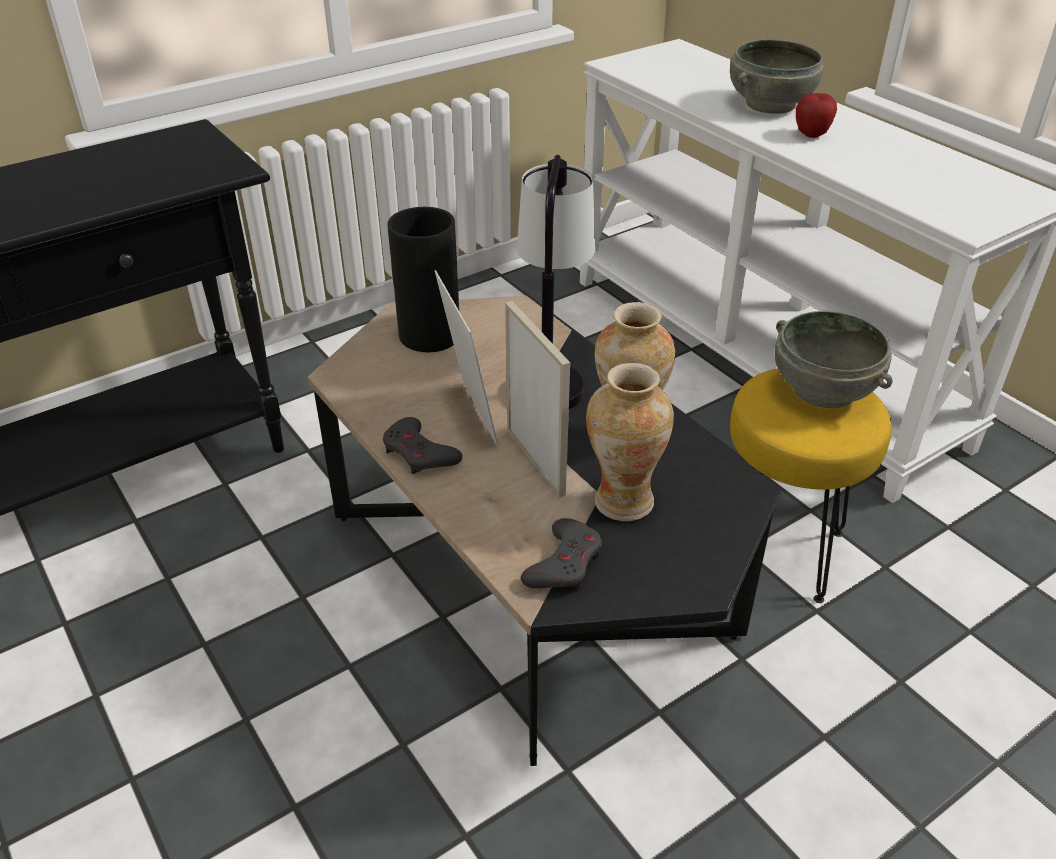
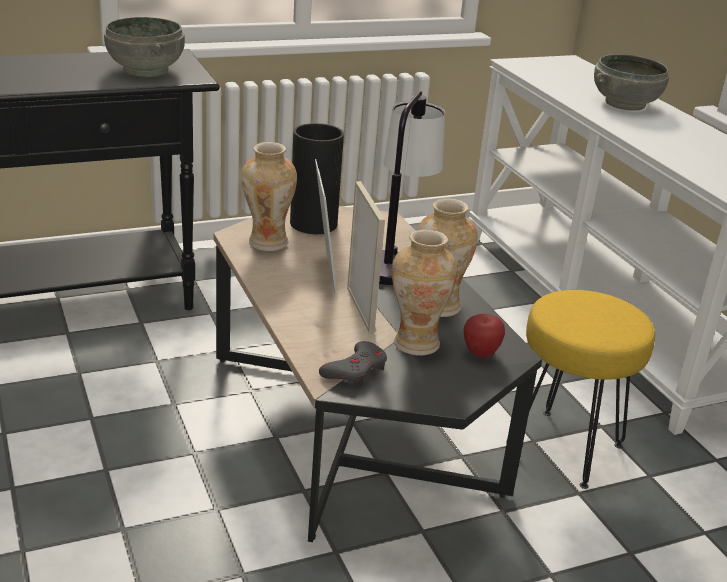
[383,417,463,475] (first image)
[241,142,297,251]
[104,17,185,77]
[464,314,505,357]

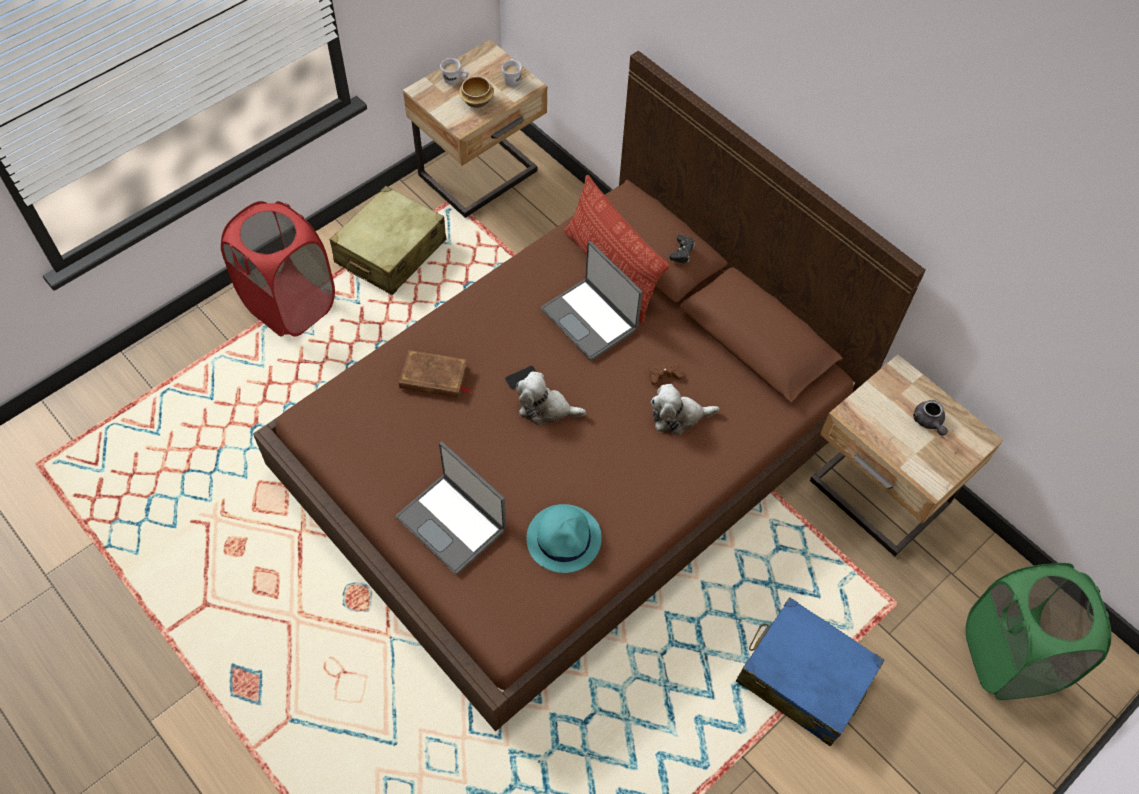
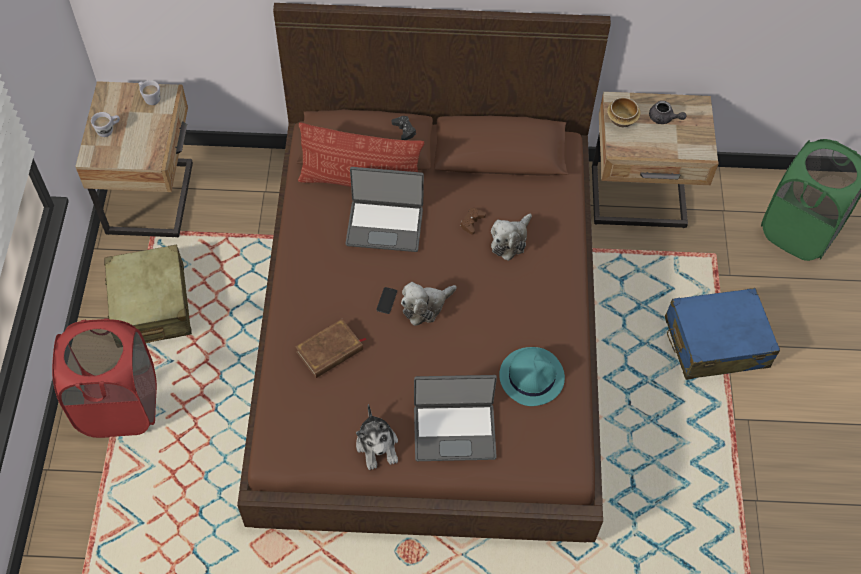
[356,404,398,470]
[607,97,641,127]

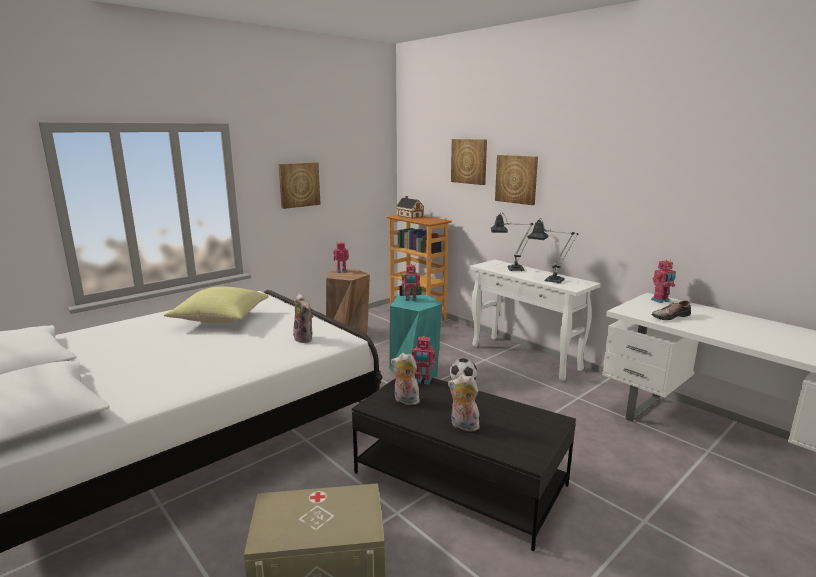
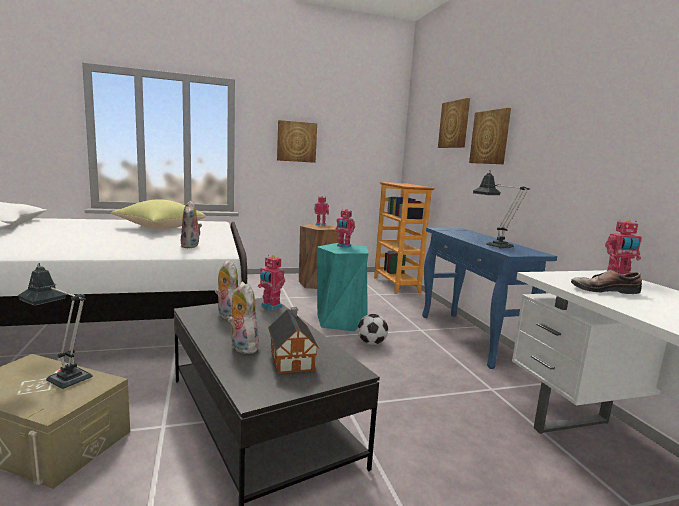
[268,307,319,374]
[18,263,93,389]
[422,228,557,369]

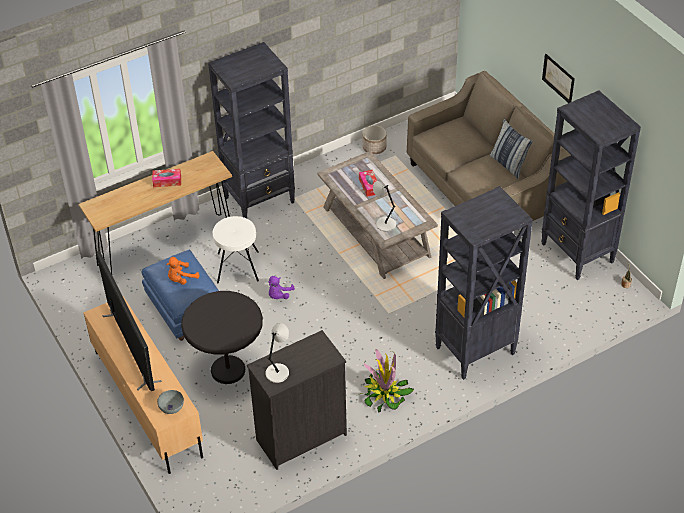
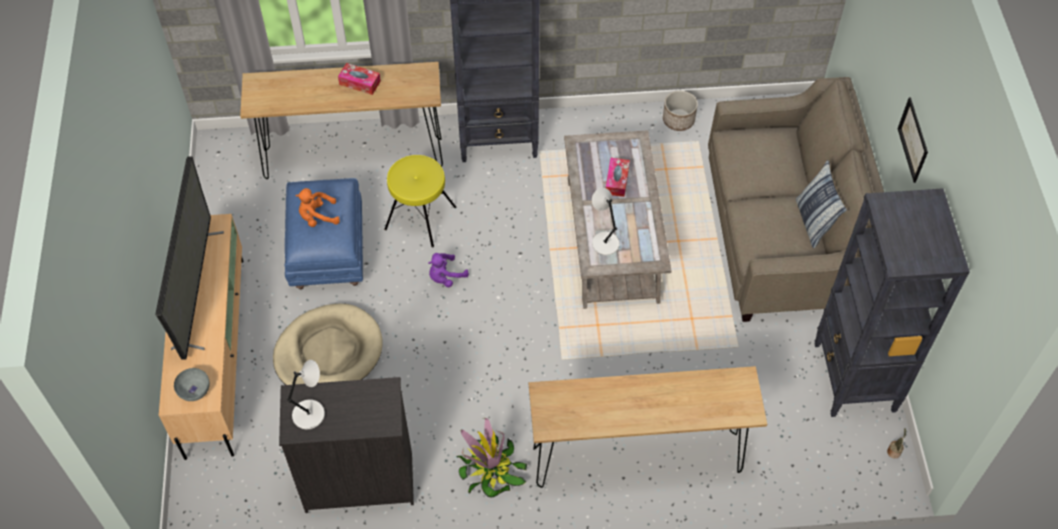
[273,303,383,385]
[529,366,767,488]
[384,155,456,248]

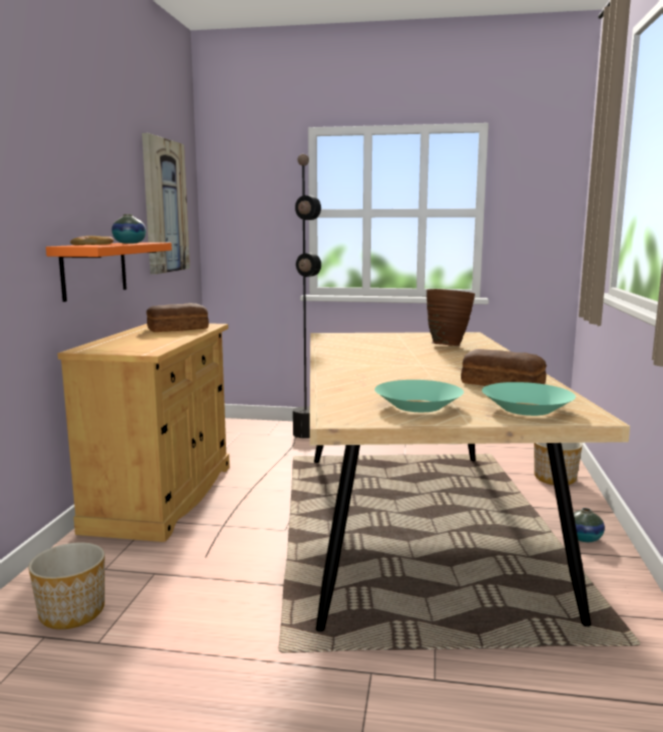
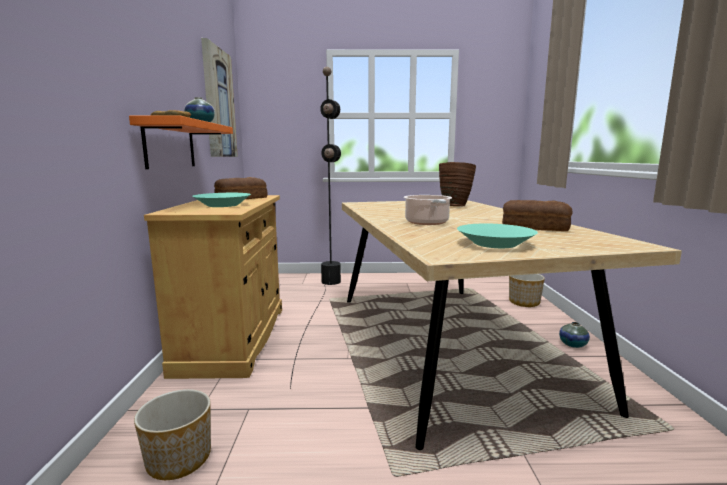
[404,195,452,225]
[192,193,251,207]

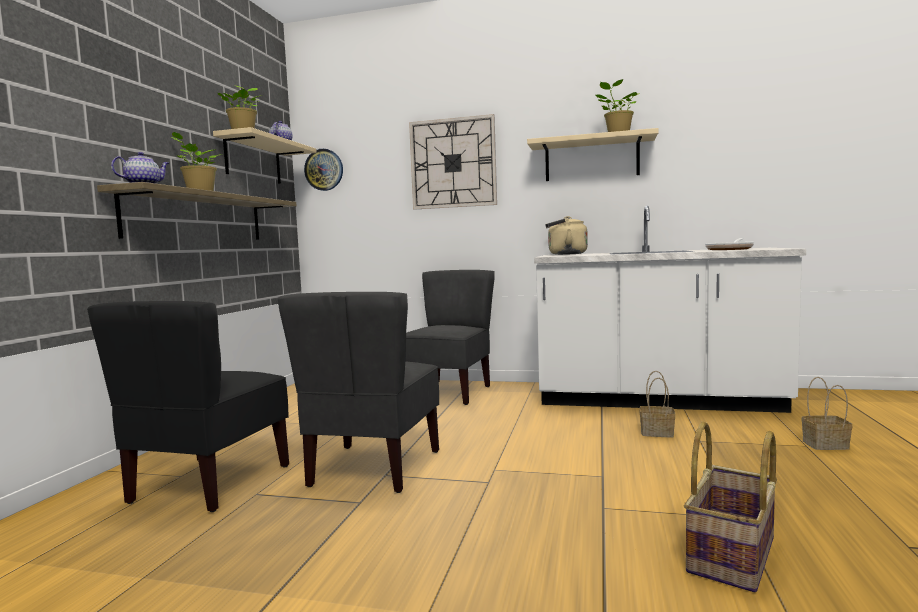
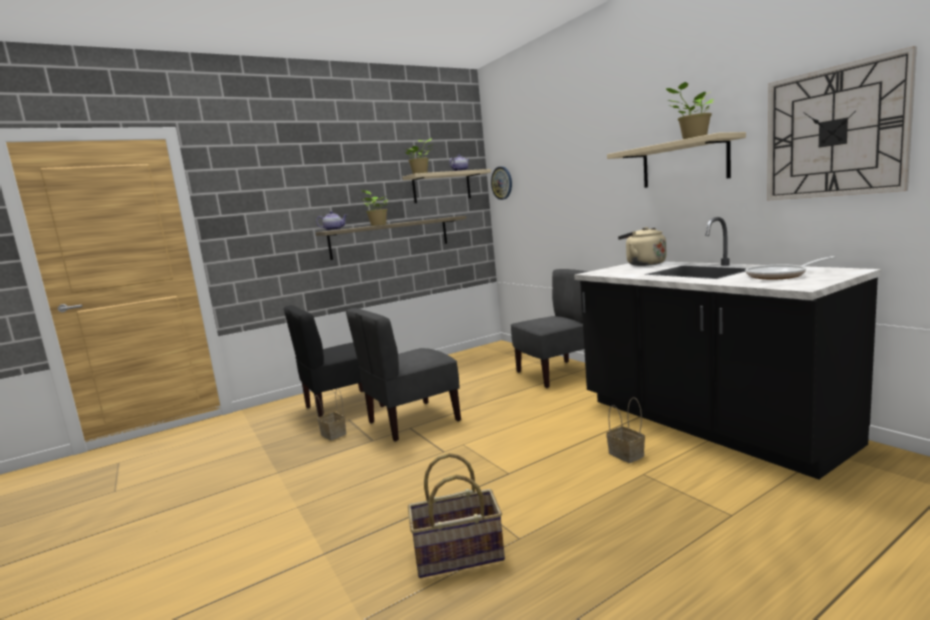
[767,46,917,201]
[315,388,346,440]
[574,217,881,479]

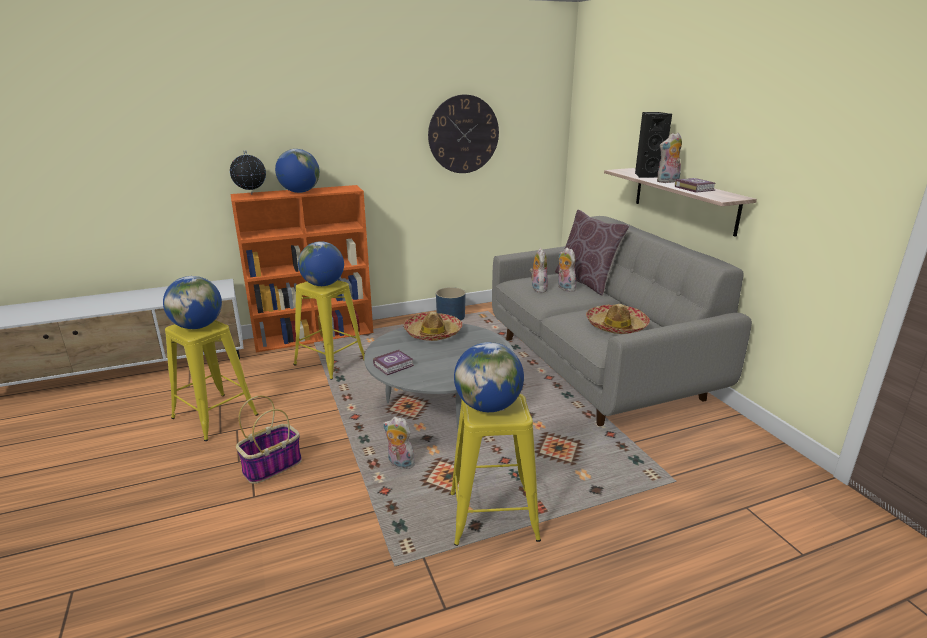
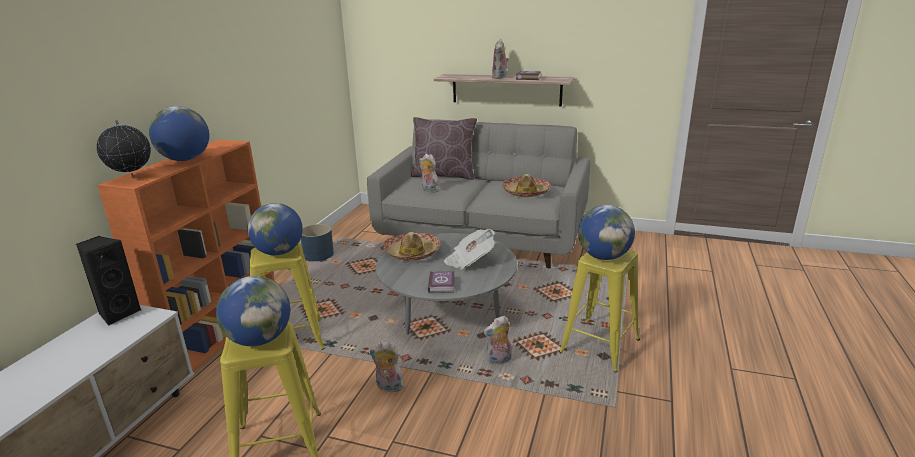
[236,396,302,484] (first image)
[428,95,499,173] (first image)
[444,229,495,270]
[369,341,404,392]
[76,236,142,326]

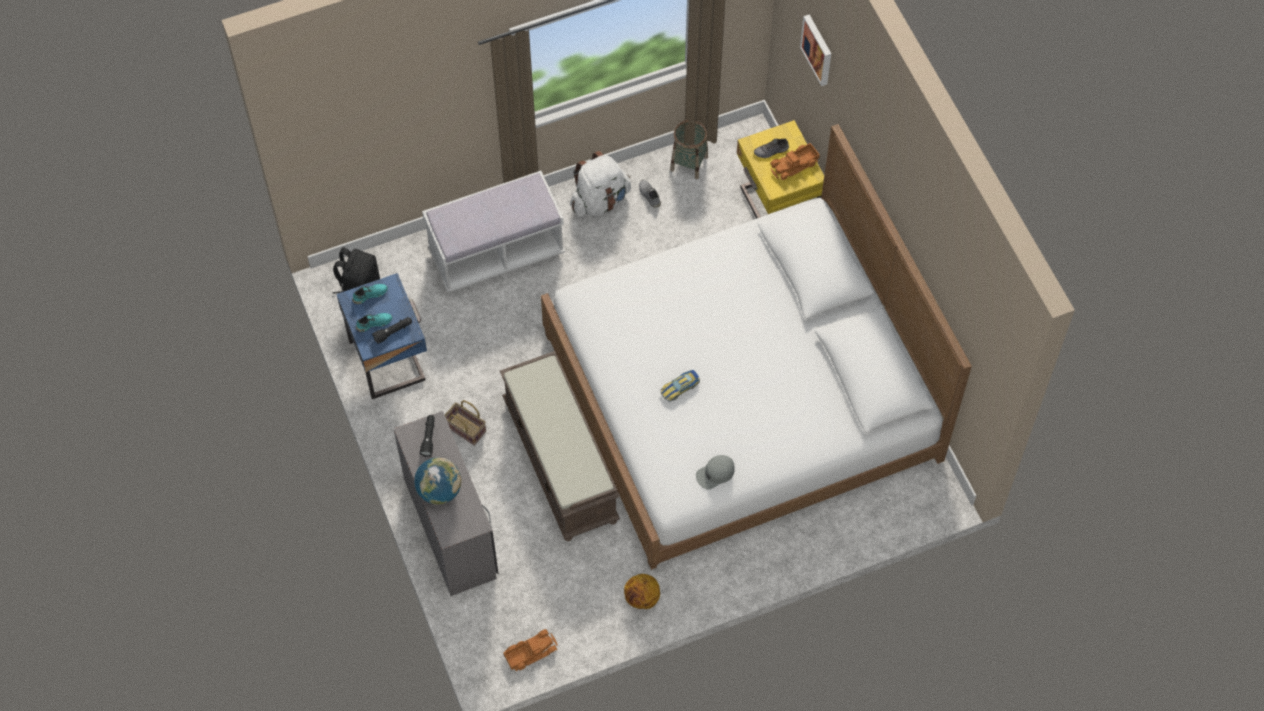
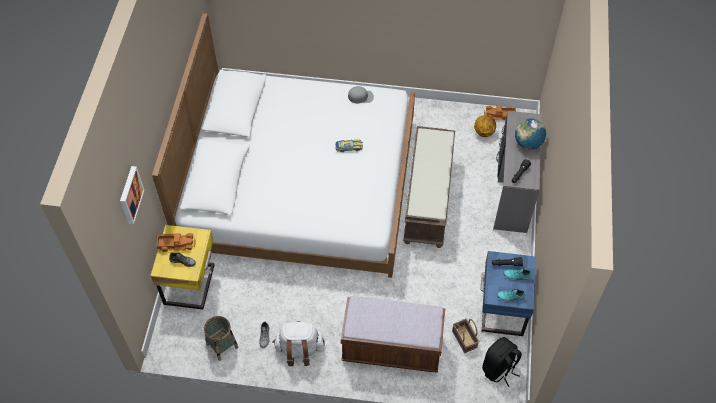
[452,319,479,353]
[474,115,496,137]
[341,296,445,373]

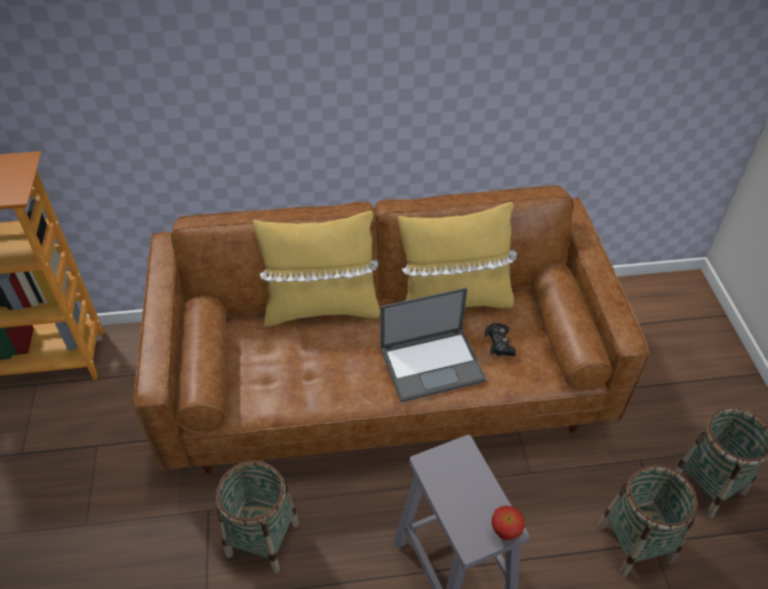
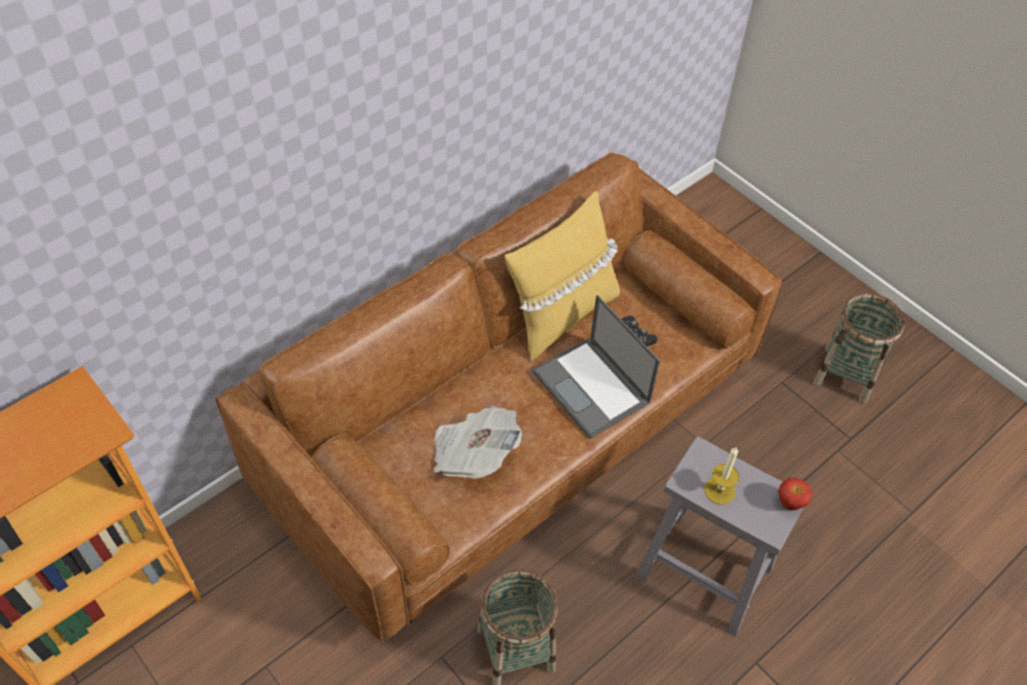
[253,211,380,327] (first image)
[598,465,698,577] (first image)
[434,406,522,479]
[704,447,739,505]
[532,295,660,439]

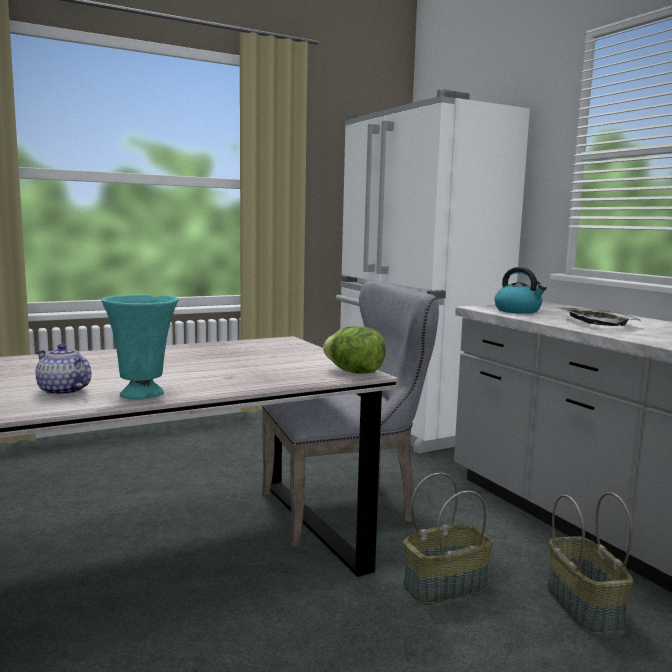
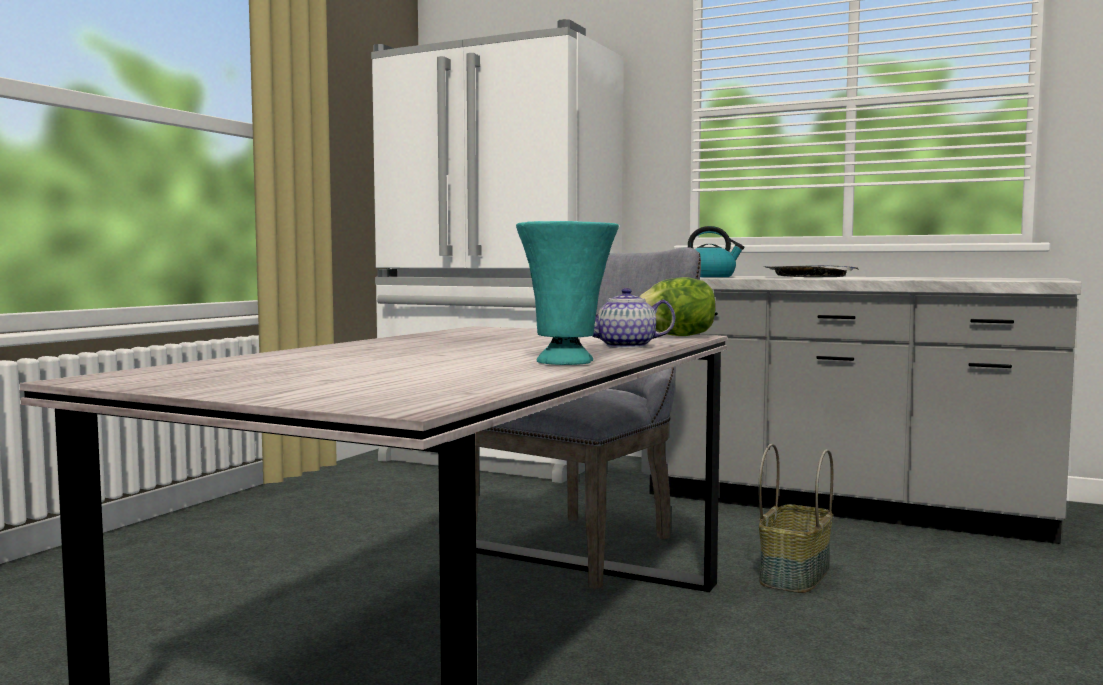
[547,492,633,634] (first image)
[592,288,675,348]

